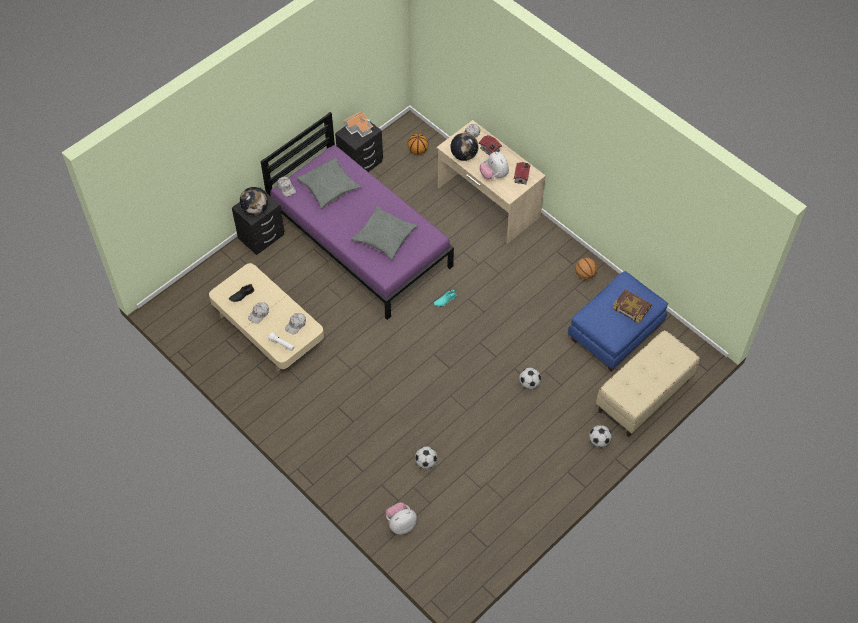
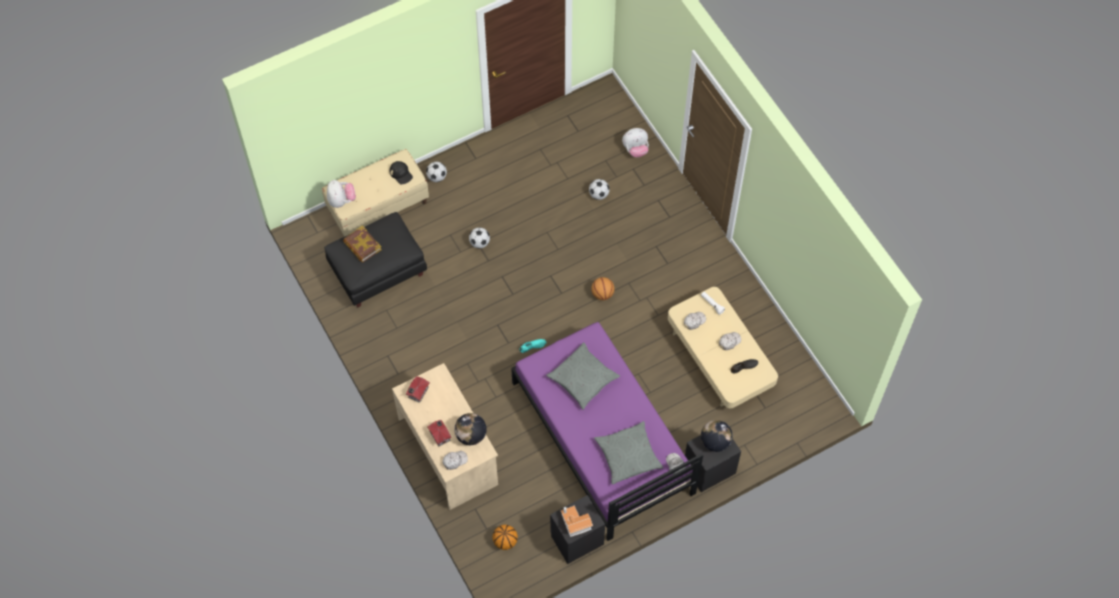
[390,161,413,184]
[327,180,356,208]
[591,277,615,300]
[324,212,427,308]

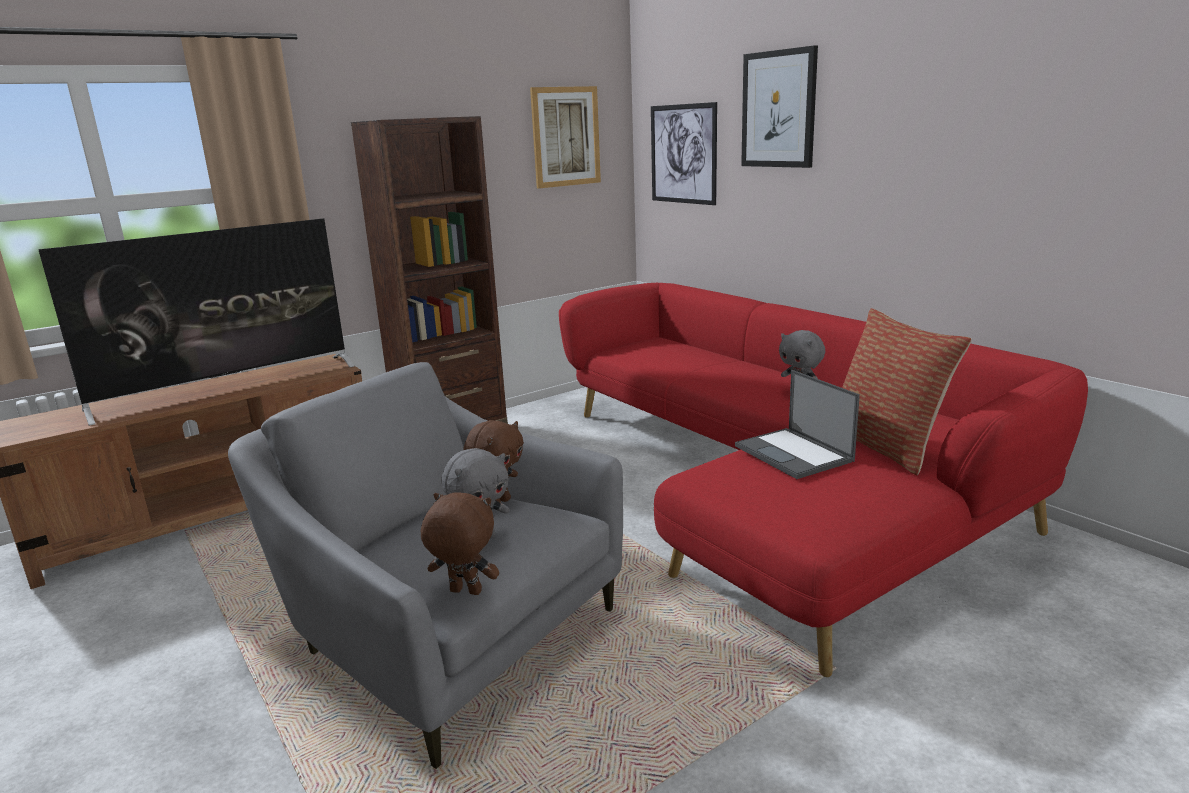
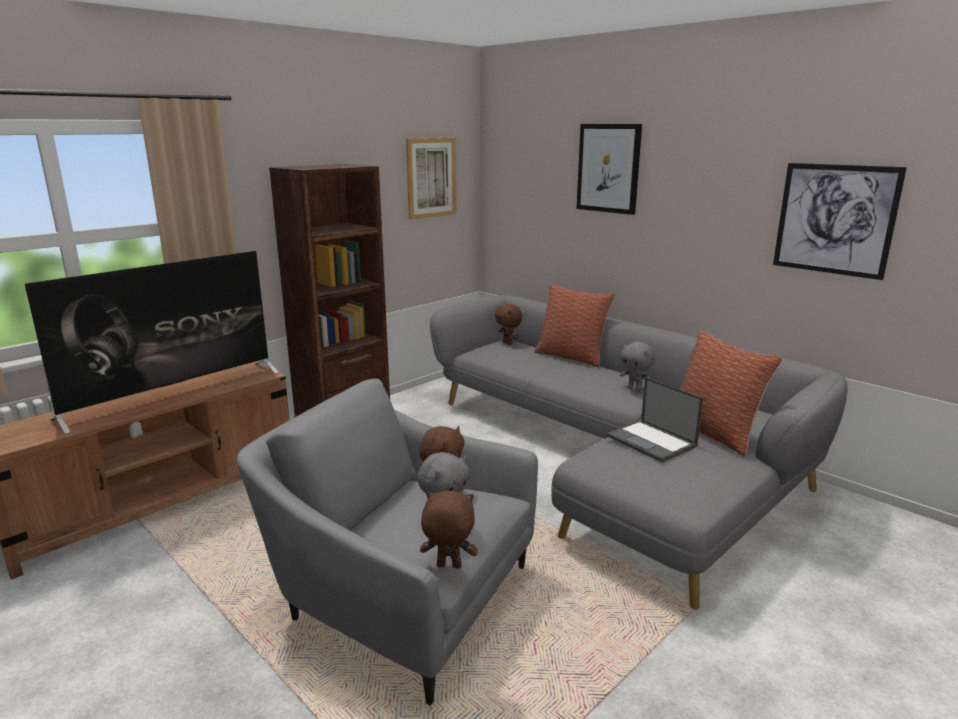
[495,304,522,345]
[534,284,615,367]
[773,163,907,280]
[430,295,848,610]

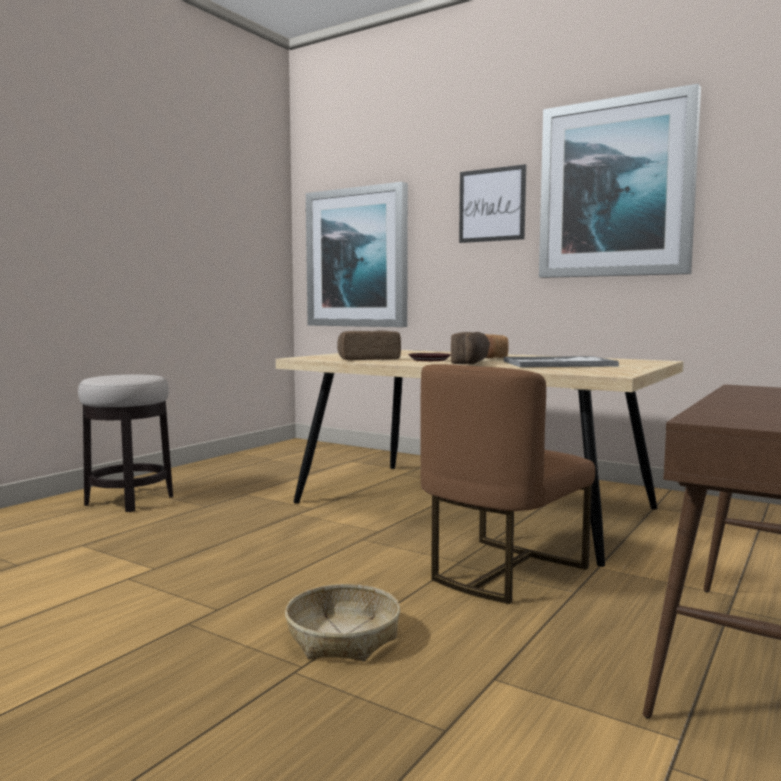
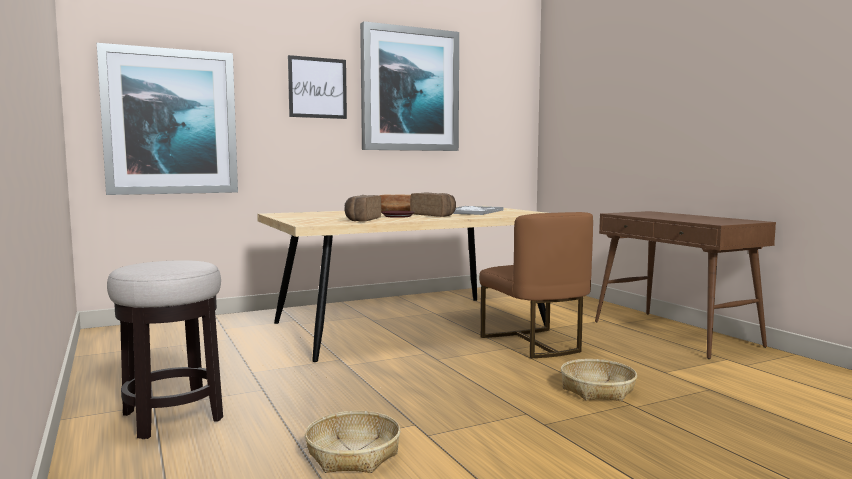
[305,411,400,473]

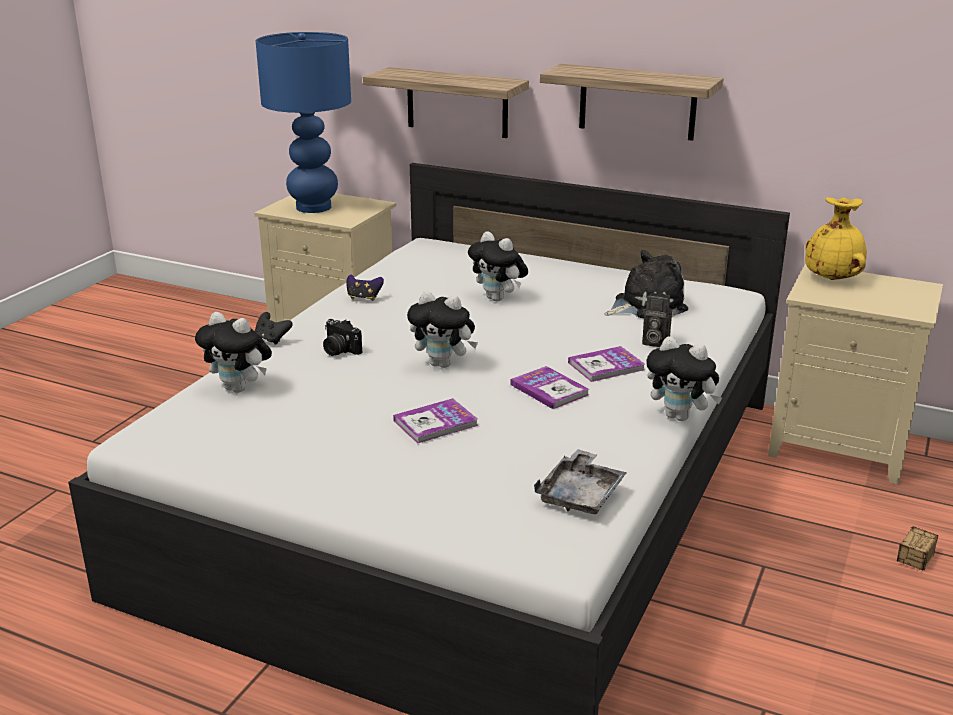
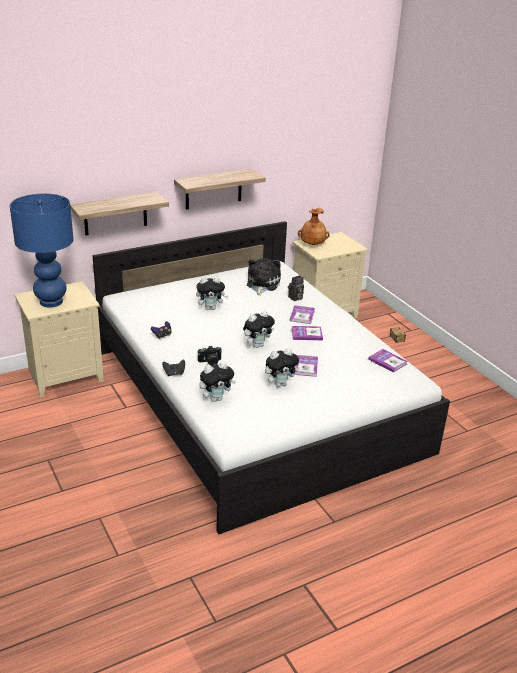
[265,348,300,387]
[368,349,408,373]
[298,208,330,245]

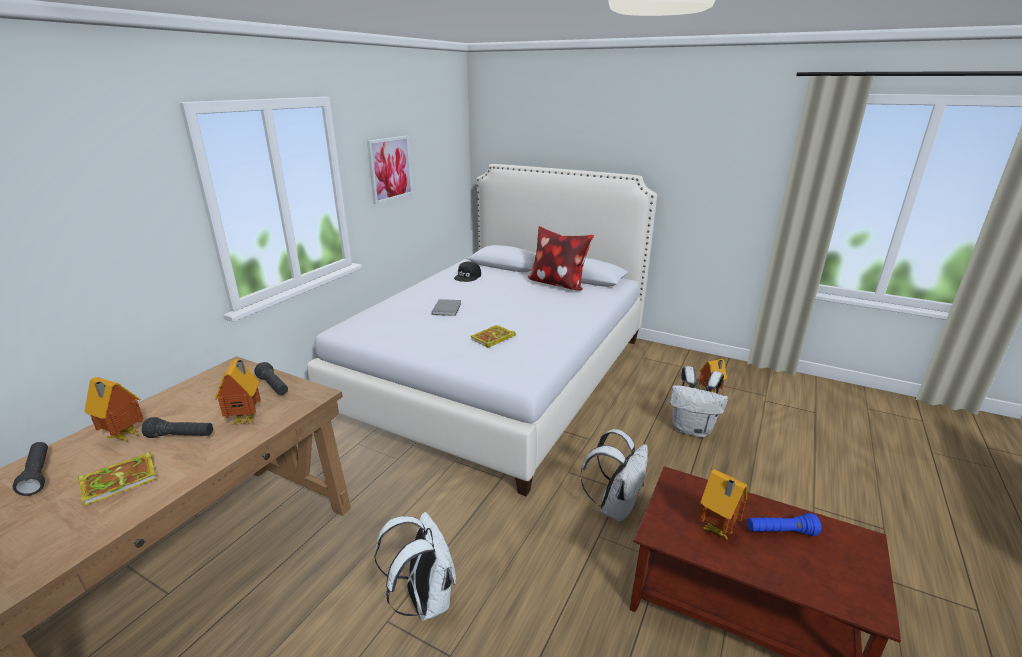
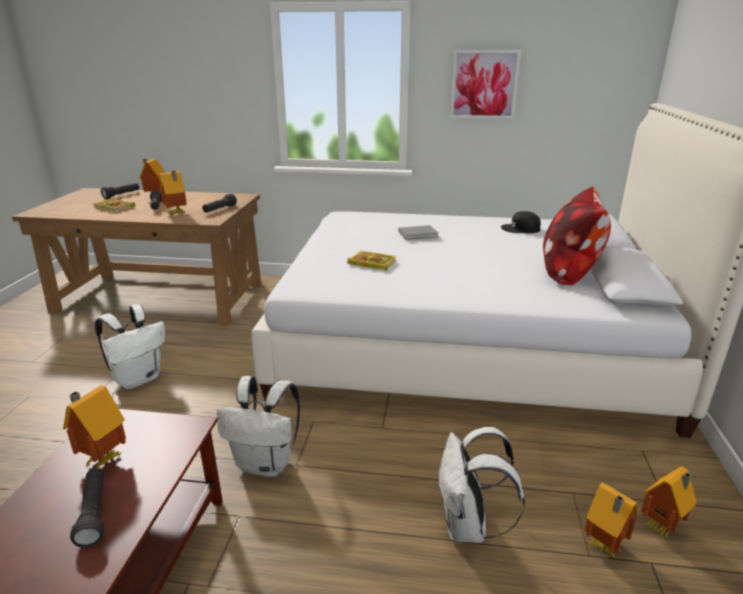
[641,467,697,538]
[70,469,104,548]

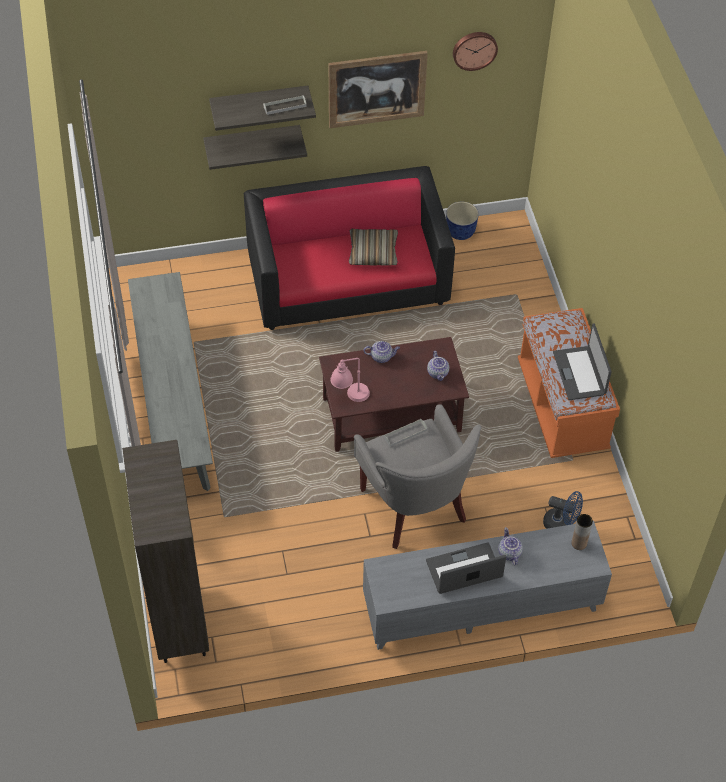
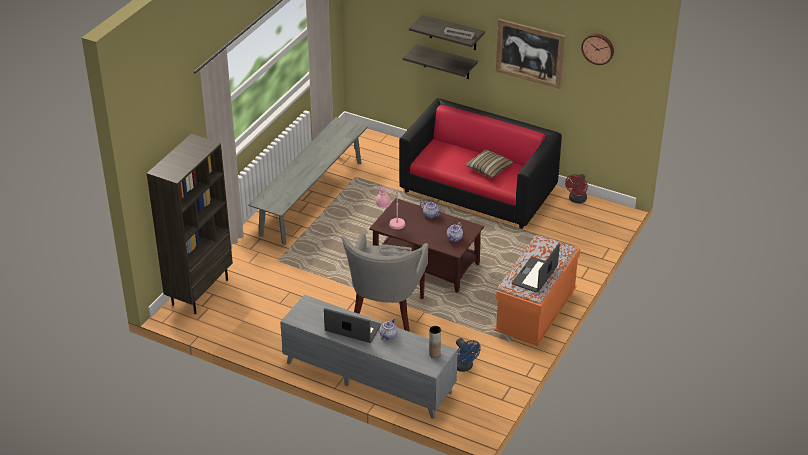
[565,174,588,204]

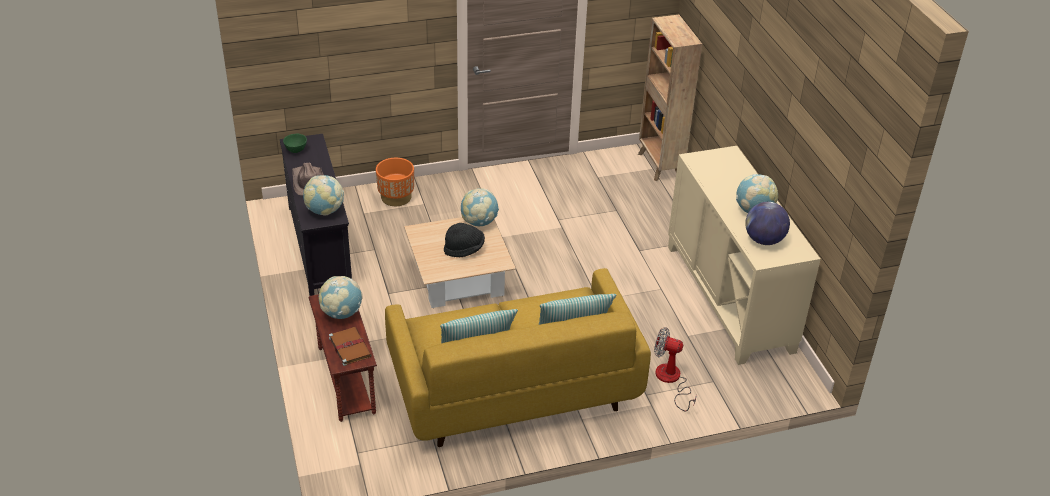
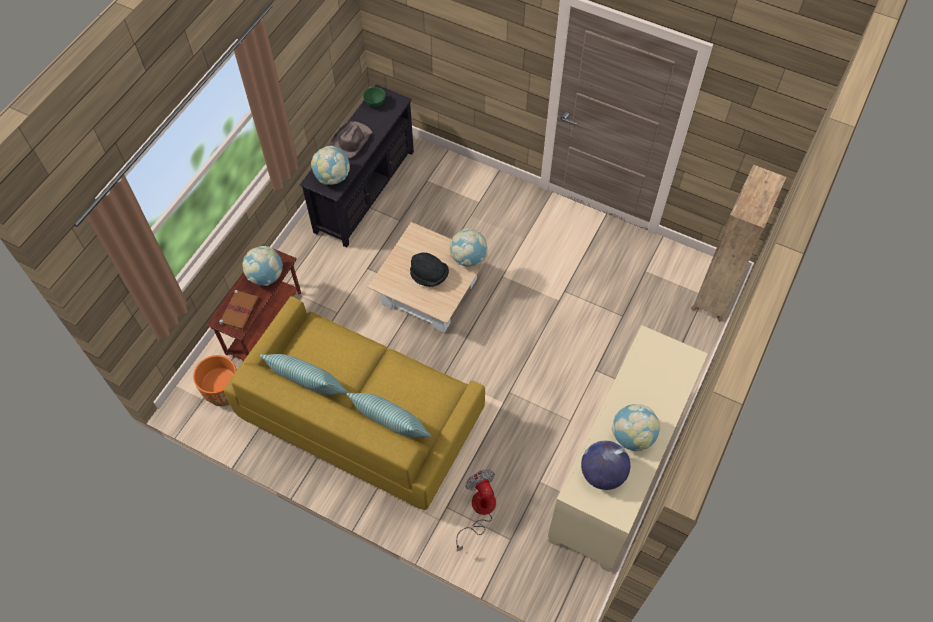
[193,355,237,406]

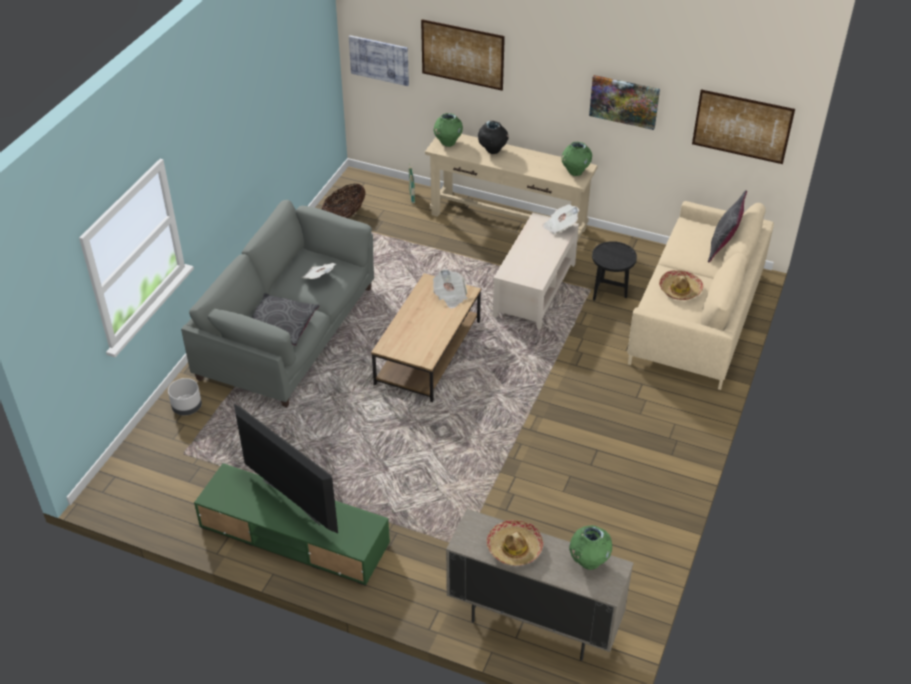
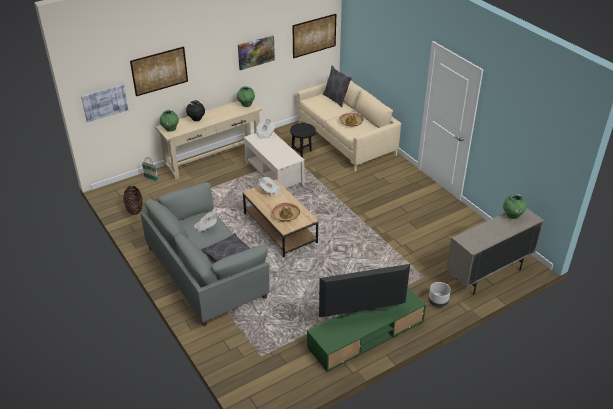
[428,282,451,307]
[272,203,300,222]

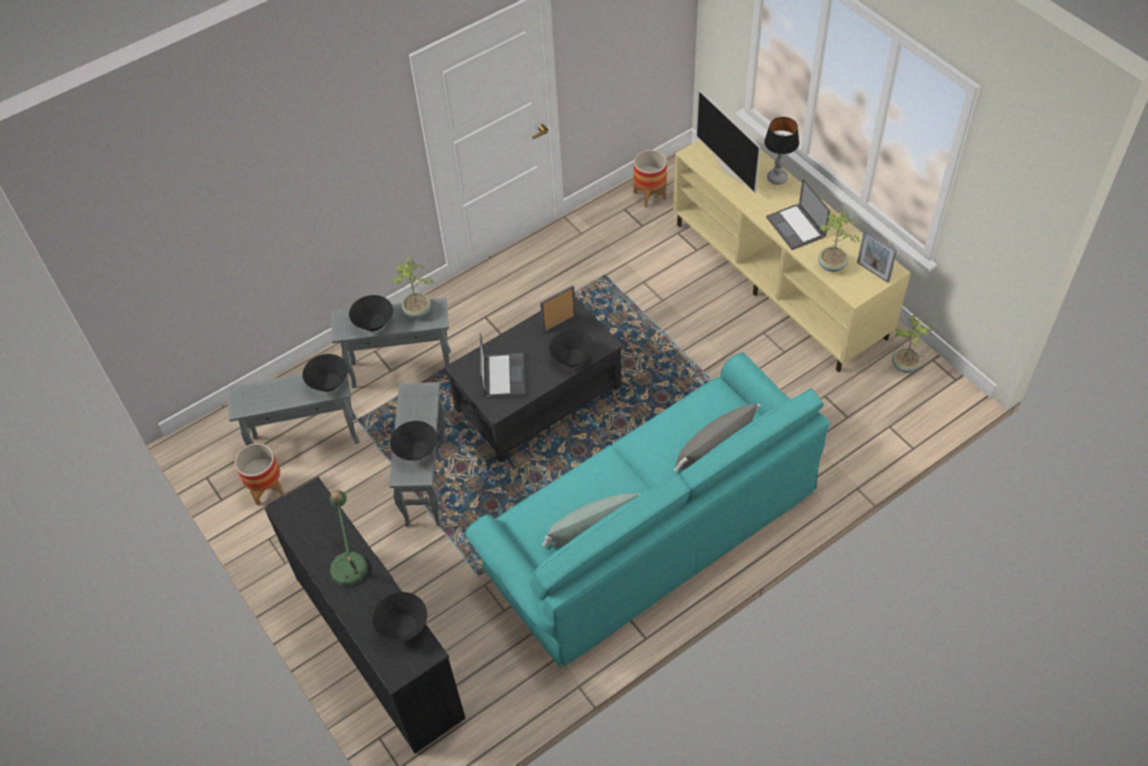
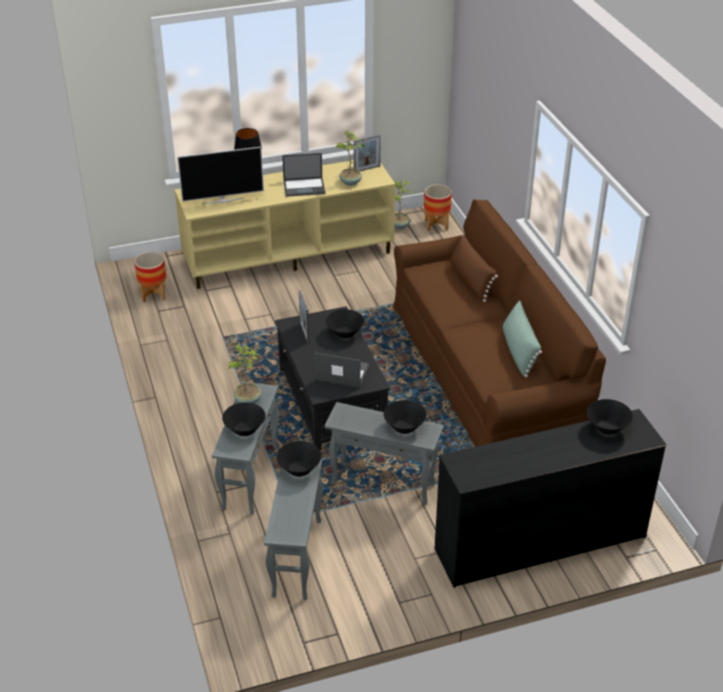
[329,490,368,587] (first image)
[424,185,452,231]
[393,199,606,447]
[450,234,498,302]

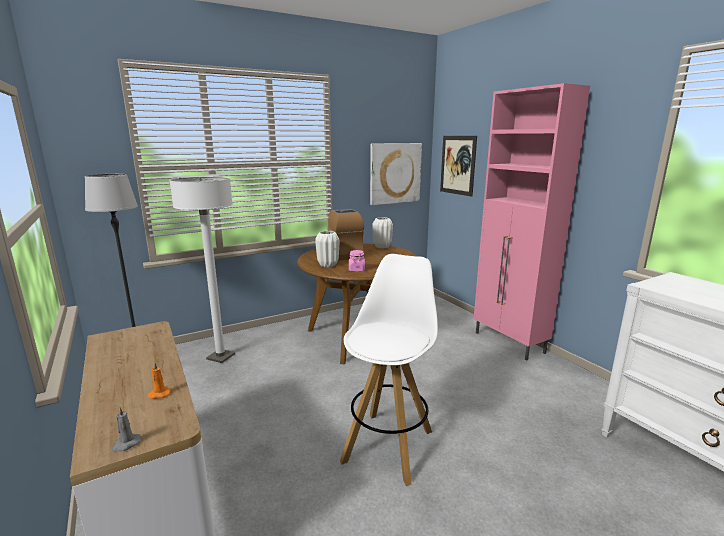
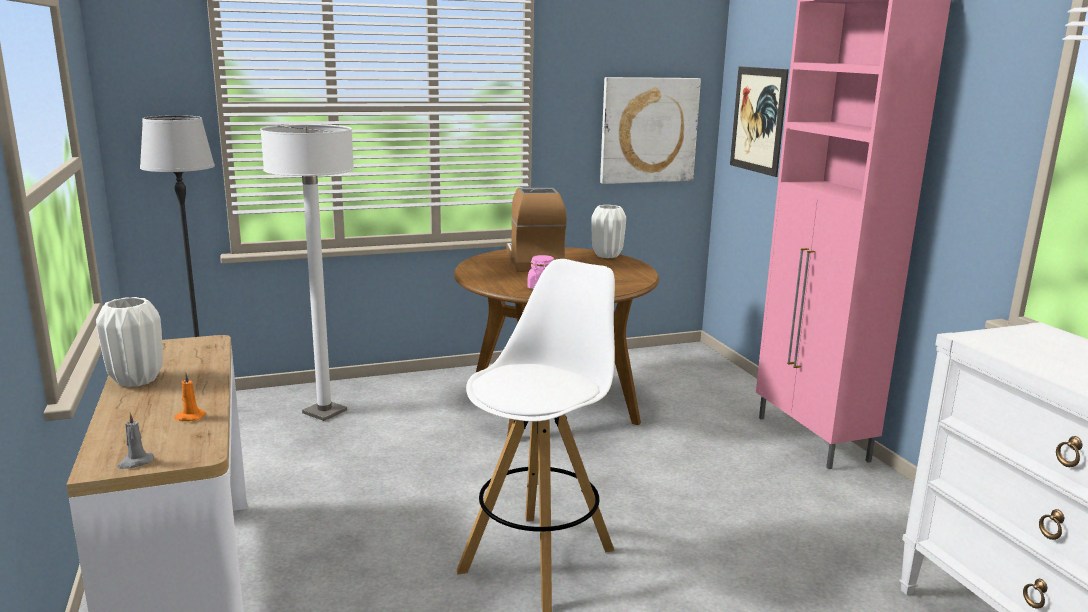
[96,297,163,387]

